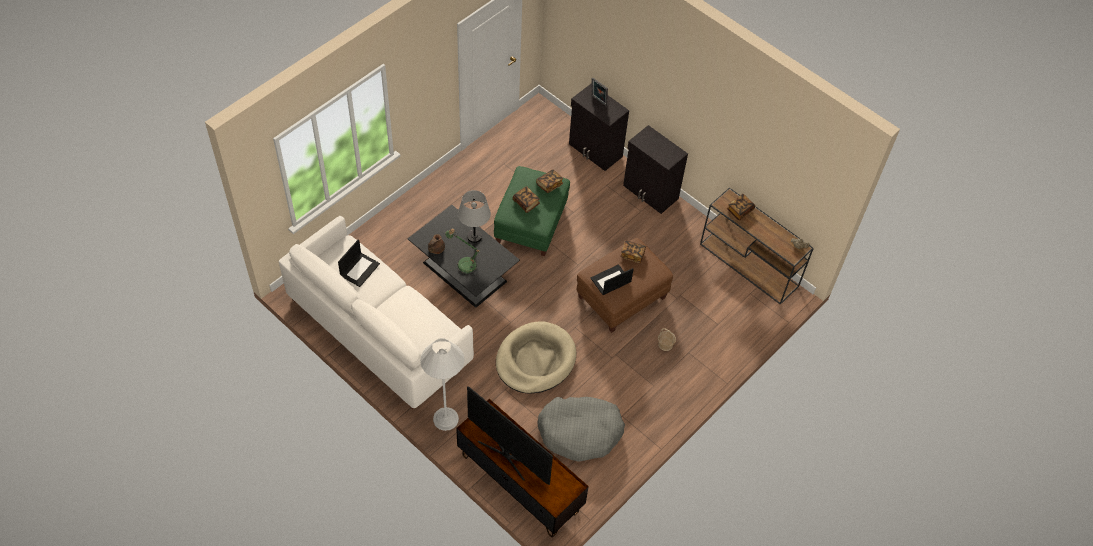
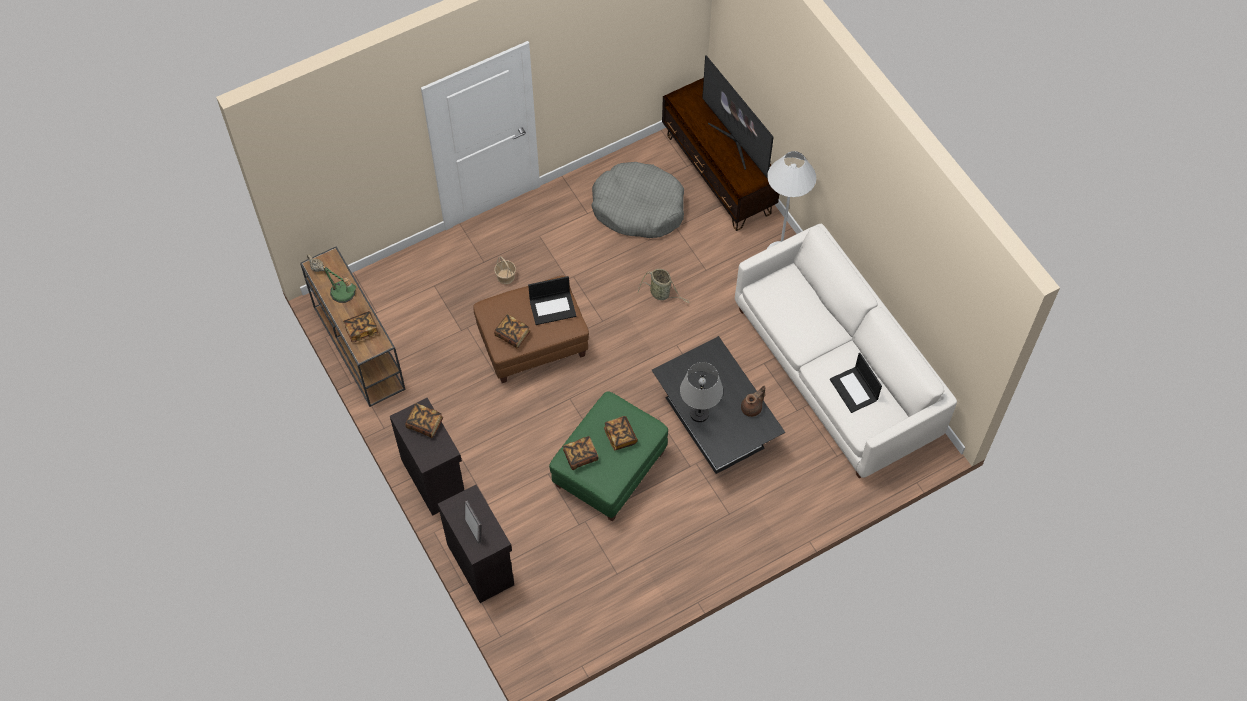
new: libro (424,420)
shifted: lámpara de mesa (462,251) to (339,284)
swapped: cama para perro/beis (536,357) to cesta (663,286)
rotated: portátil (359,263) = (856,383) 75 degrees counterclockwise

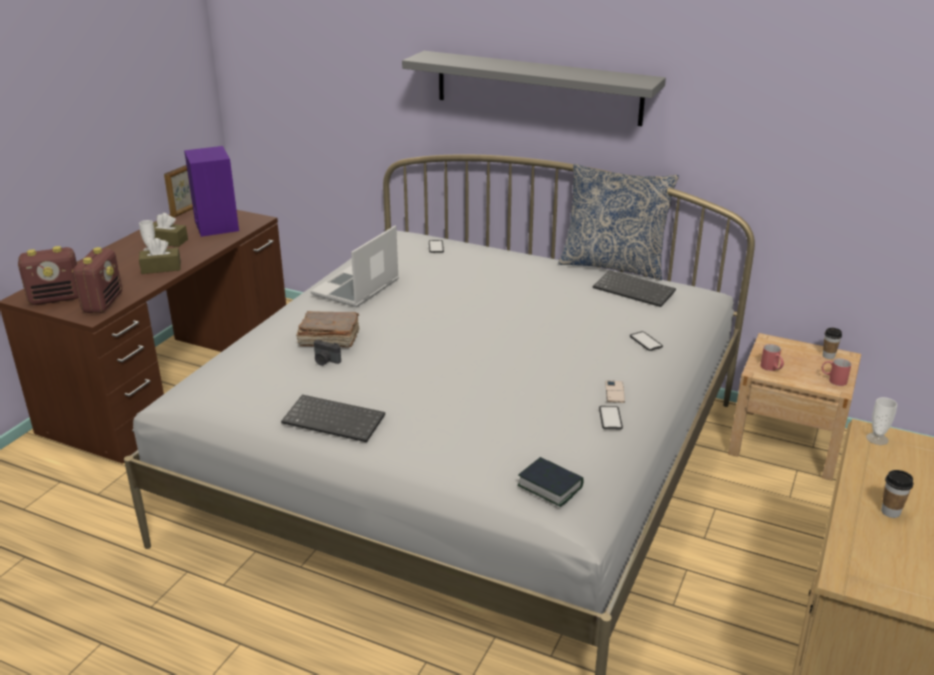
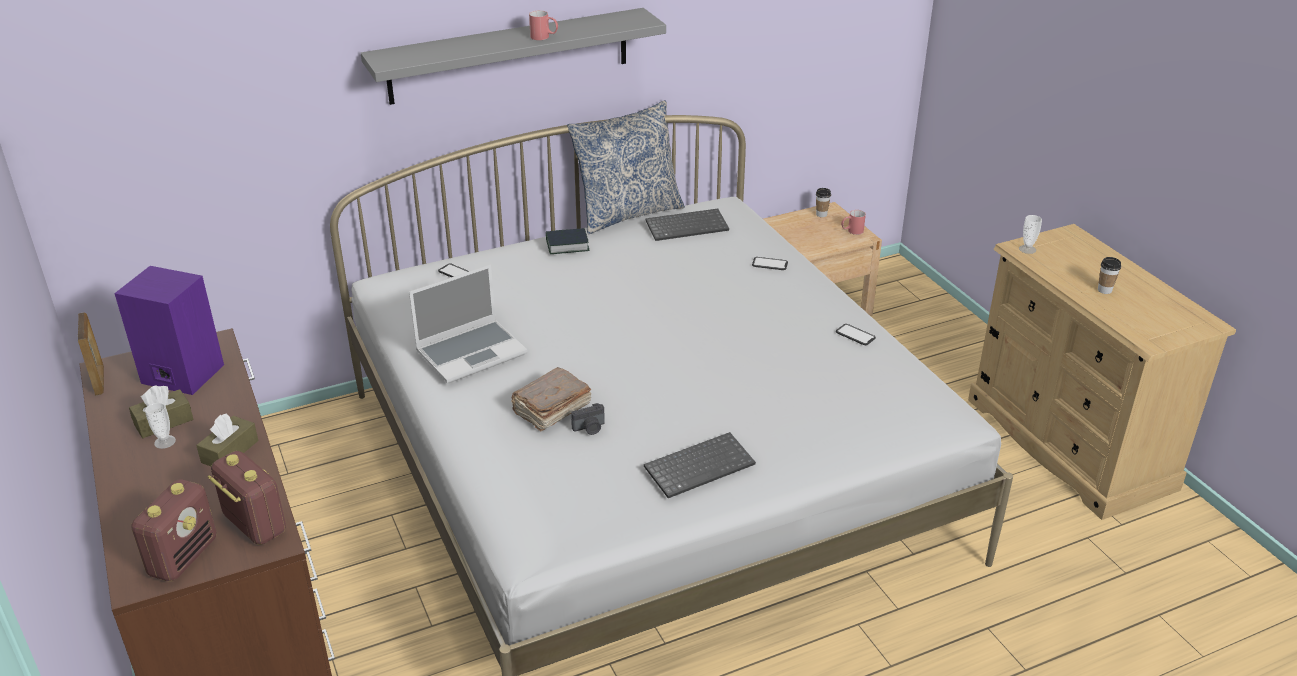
gone: móvil (615,391)
shifted: libro (551,482) to (568,241); taza grande/rojo (772,357) to (543,25)
rotated: portátil (355,266) = (468,324) 105 degrees counterclockwise

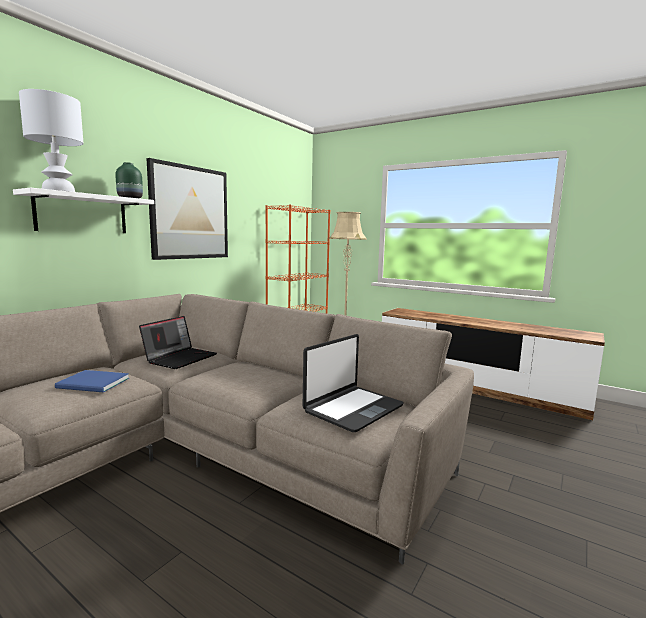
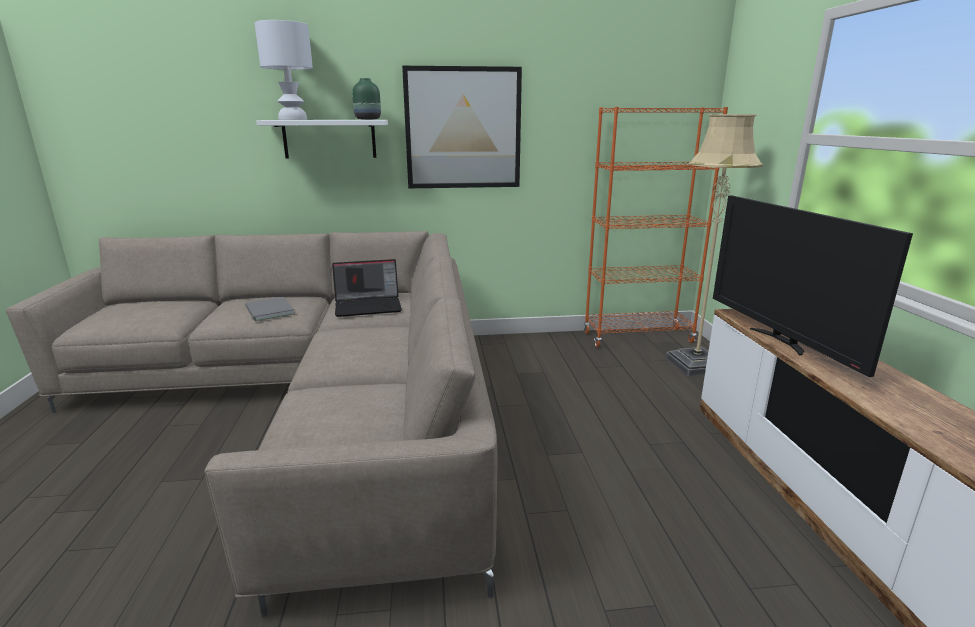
gone: portátil (353,383)
new: televisor (813,286)
repainted: libro/azul (92,381) to libro/gris (270,309)

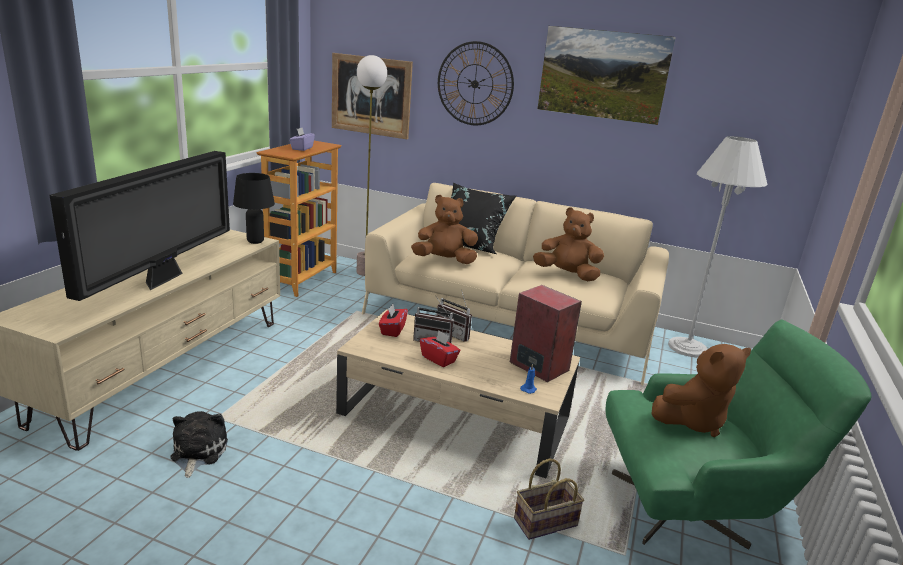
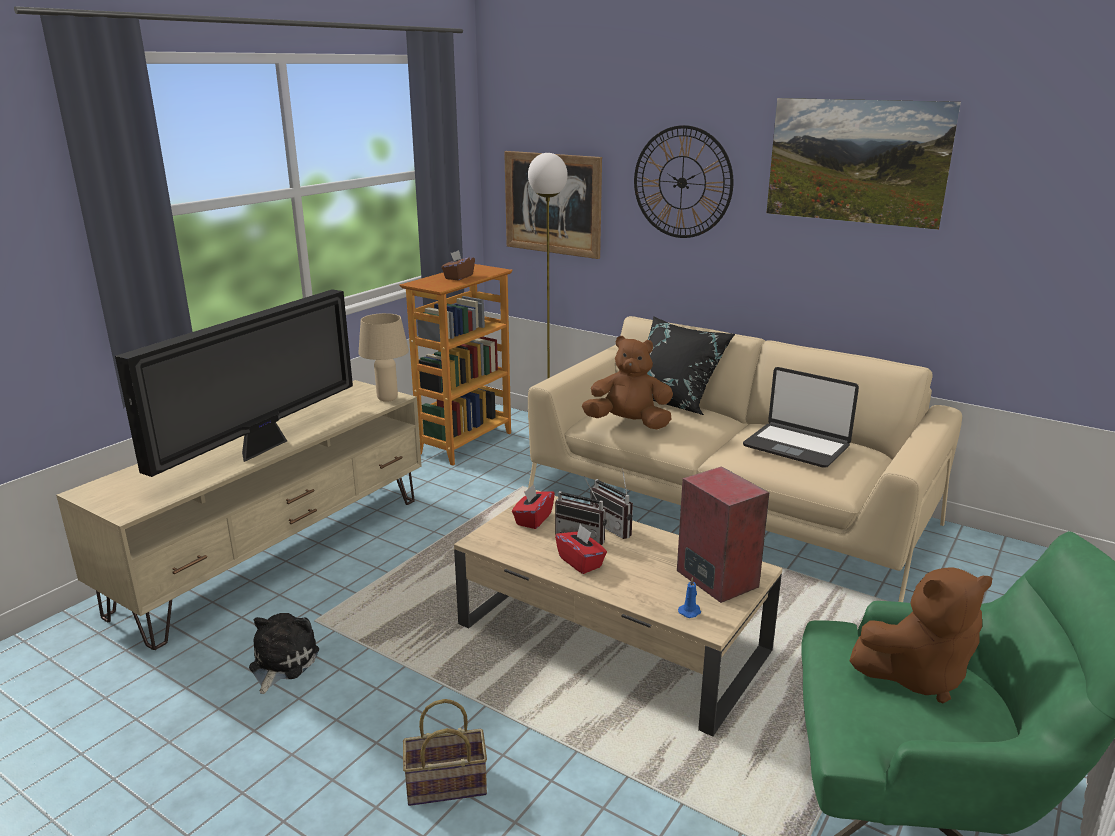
gone: lámpara de pie/blanco (717,246)
shifted: cesta (549,499) to (445,752)
swapped: peluche/marrón (568,244) to portátil (801,417)
repainted: lámpara de mesa/negro (254,208) to lámpara de mesa/beis (383,357); caja de pañuelos/morado (302,139) to caja de pañuelos/marrón (458,265)

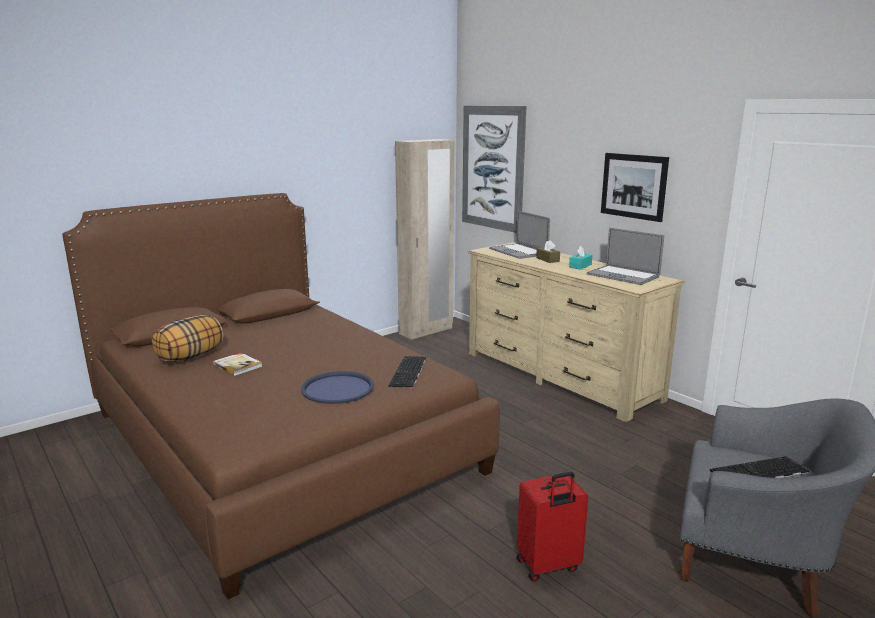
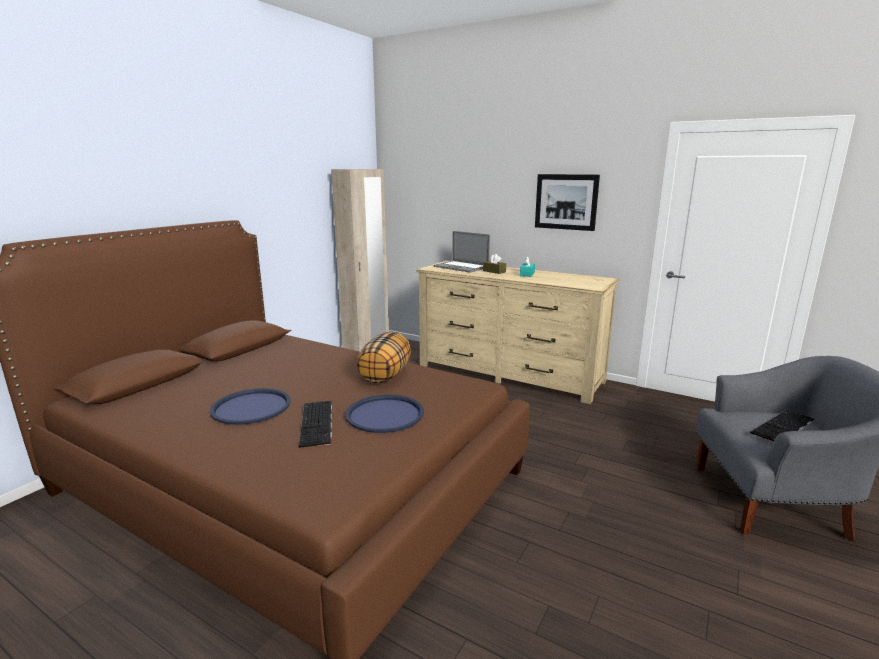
gone: cuadro (494,169); maleta/rojo (552,526); portátil (625,256)
shifted: cojín (187,339) to (384,357); teclado (407,372) to (315,424)
swapped: libro (237,364) to bandeja/azul (250,406)

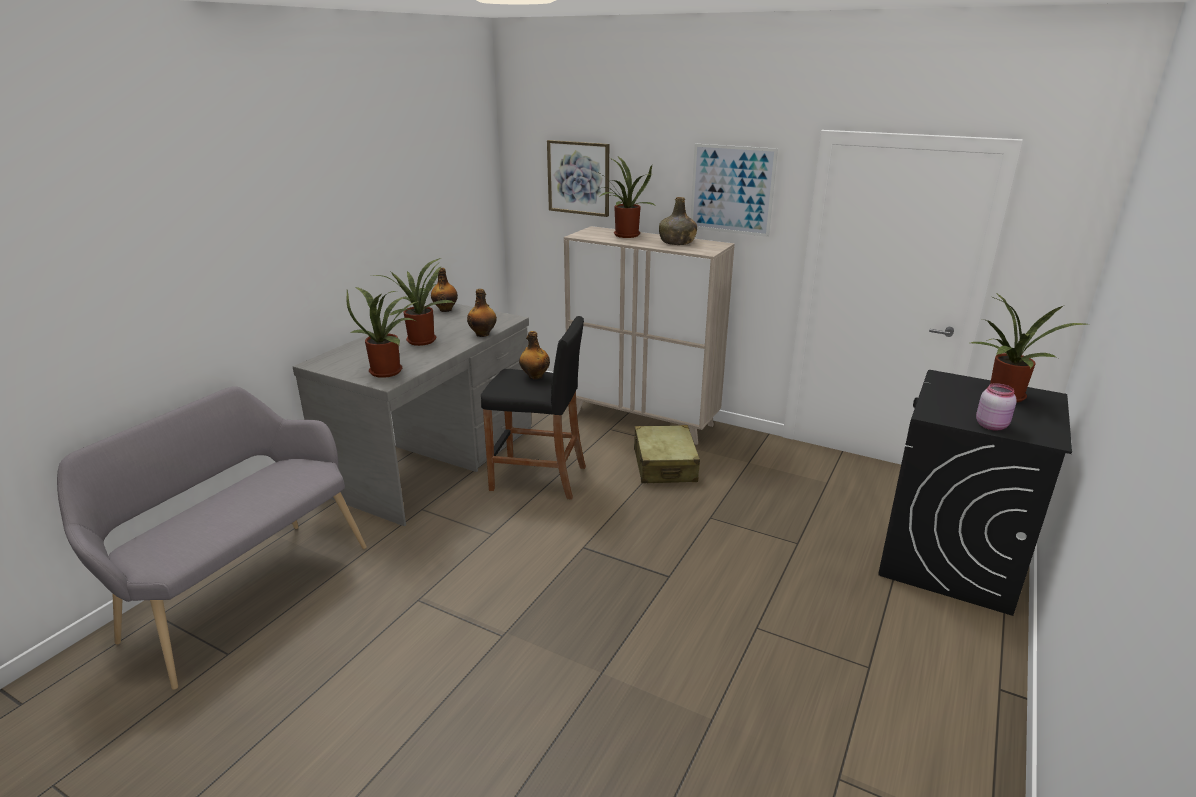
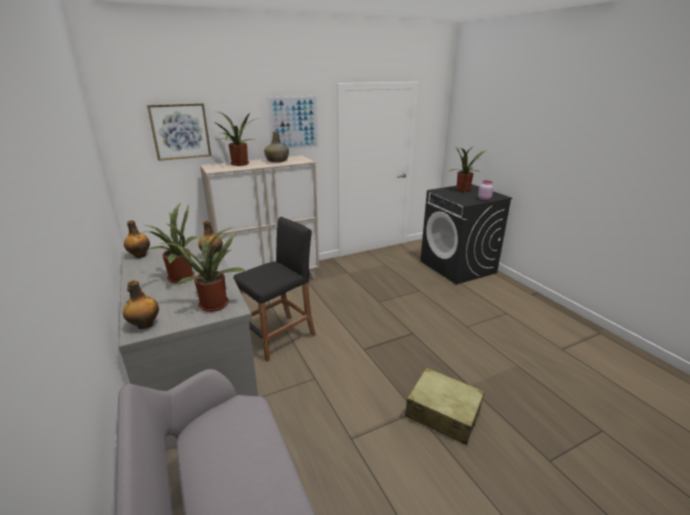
shifted: botella (534,355) to (141,304); maleta/beis (667,454) to (445,406)

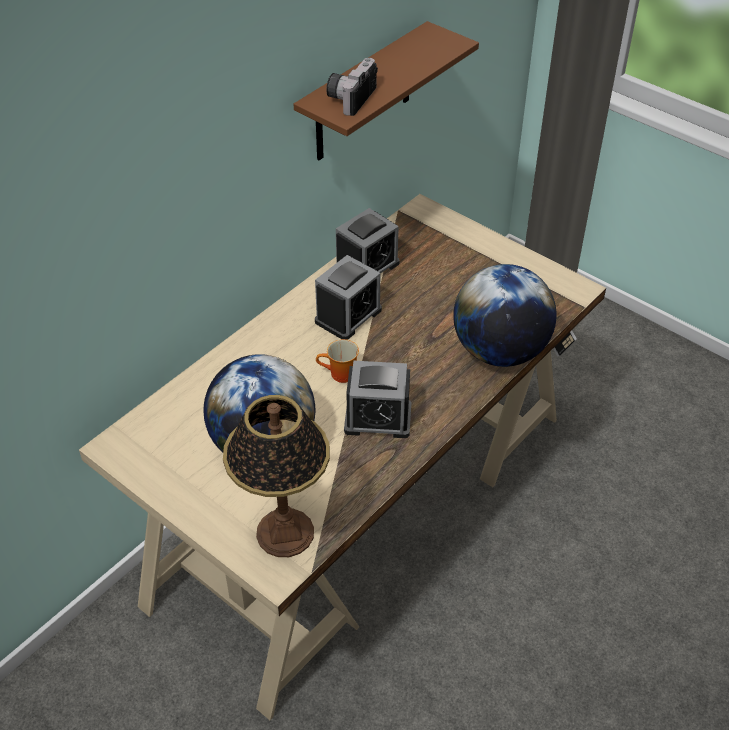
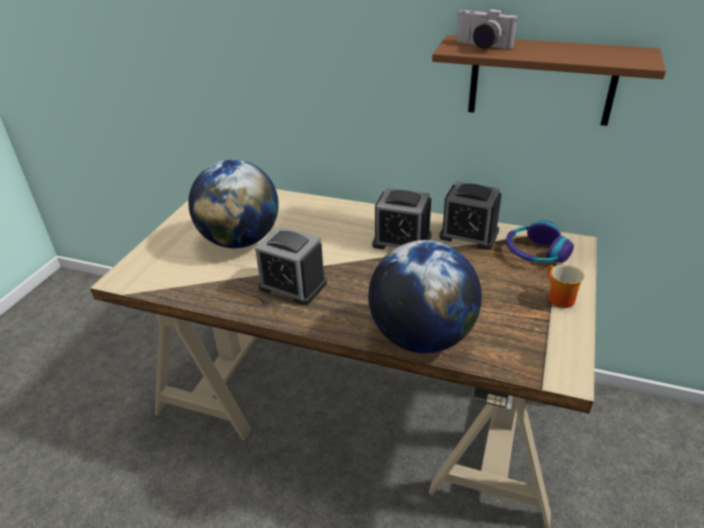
gone: lámpara de mesa (276,476)
new: auriculares (540,242)
shifted: taza grande (337,361) to (565,286)
rotated: cámara (352,87) = (487,29) 150 degrees counterclockwise; despertador (377,399) = (291,265) 45 degrees counterclockwise

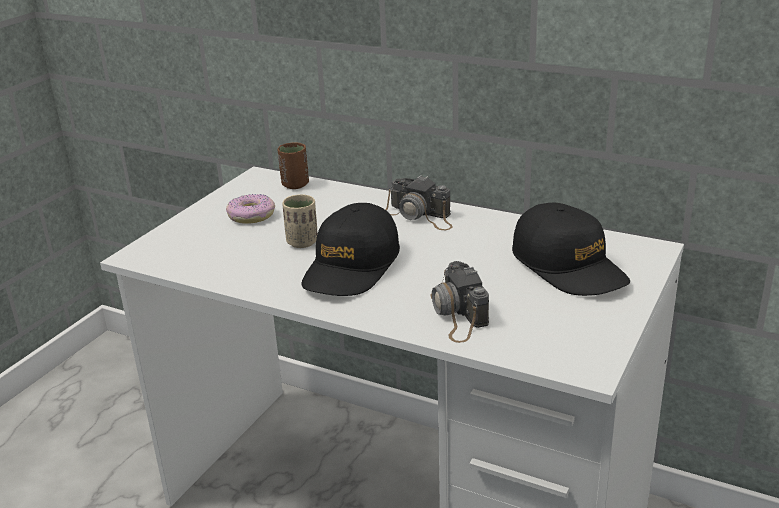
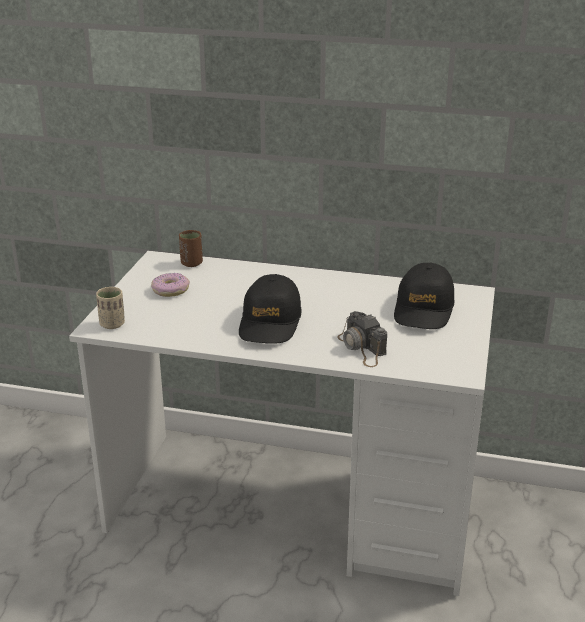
gone: cámara (419,202)
shifted: taza/beis (299,221) to (110,308)
rotated: gorra/negro (571,249) = (424,296) 60 degrees clockwise

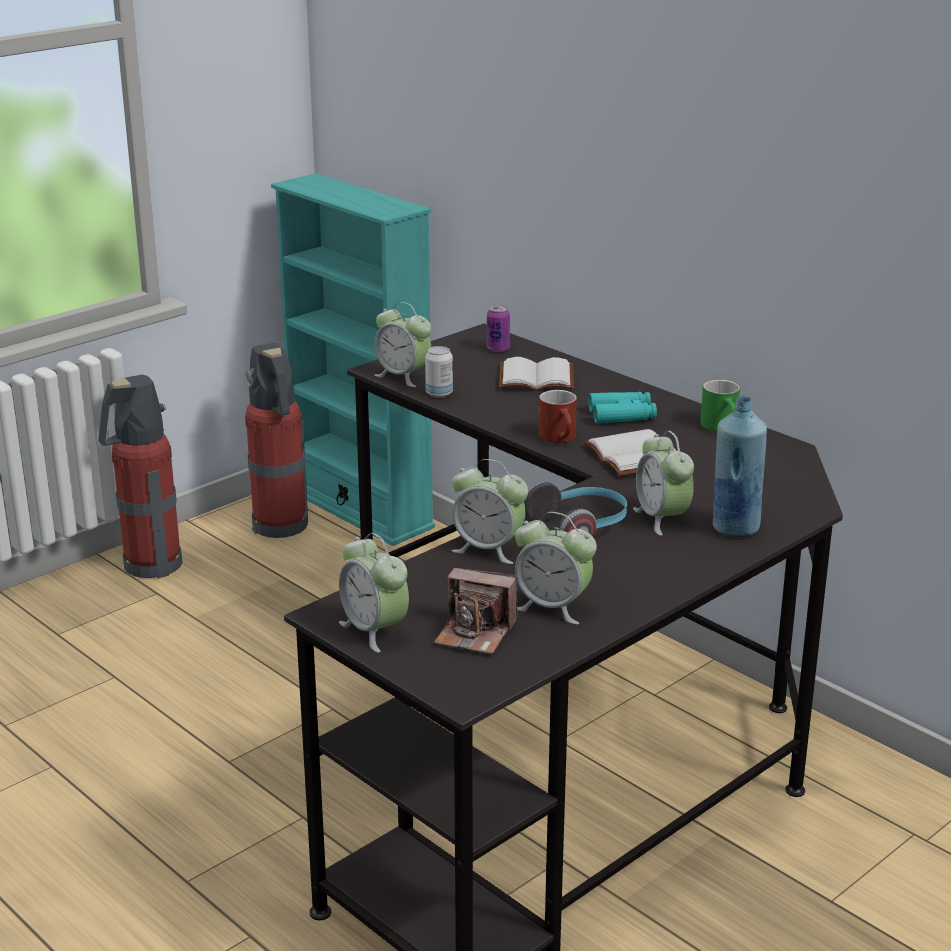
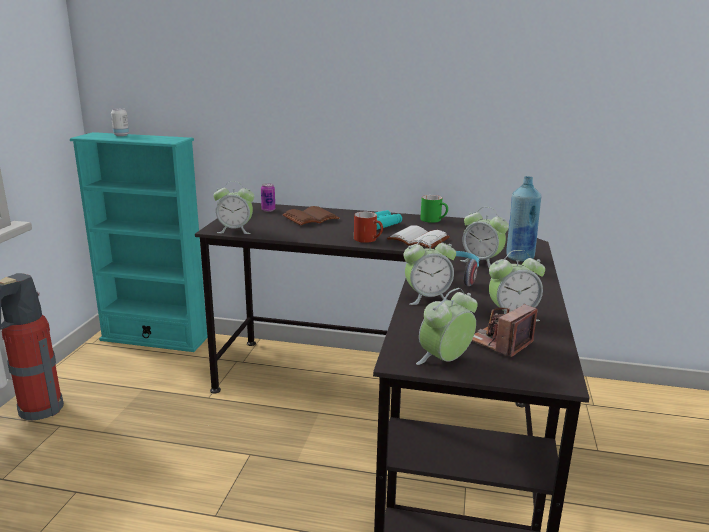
gone: extintor (276,440)
shifted: lata (439,372) to (120,122)
repainted: libro/blanco (536,374) to libro/marrón (310,215)
rotated: despertador (374,593) = (447,326) 120 degrees clockwise; cámara (475,611) = (505,330) 150 degrees clockwise

